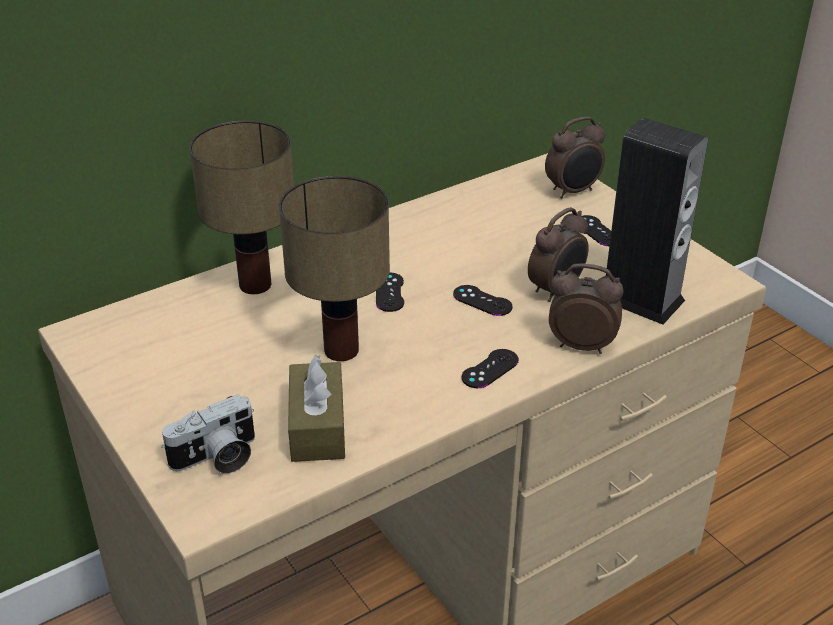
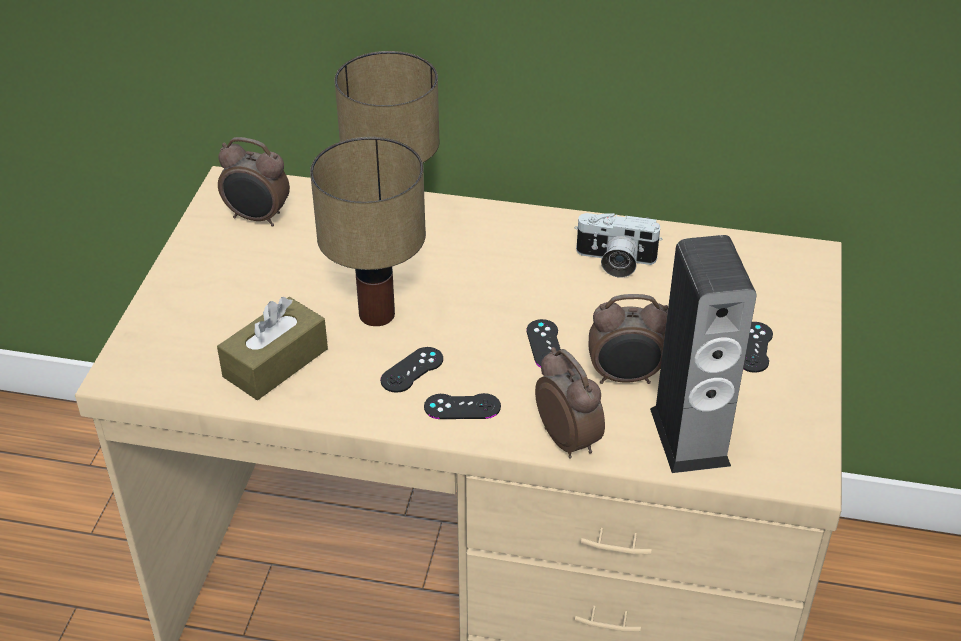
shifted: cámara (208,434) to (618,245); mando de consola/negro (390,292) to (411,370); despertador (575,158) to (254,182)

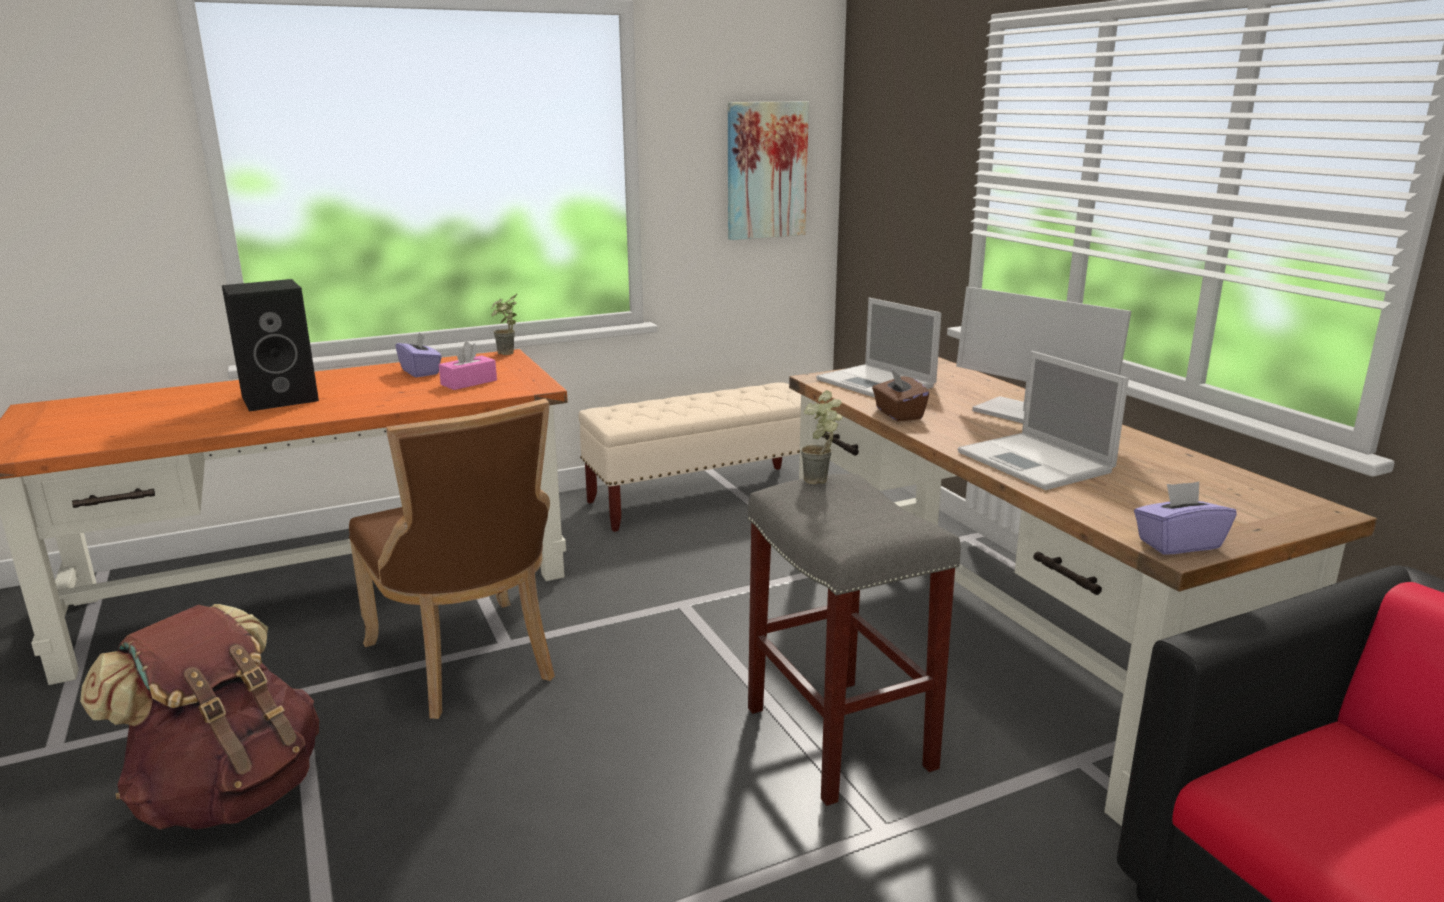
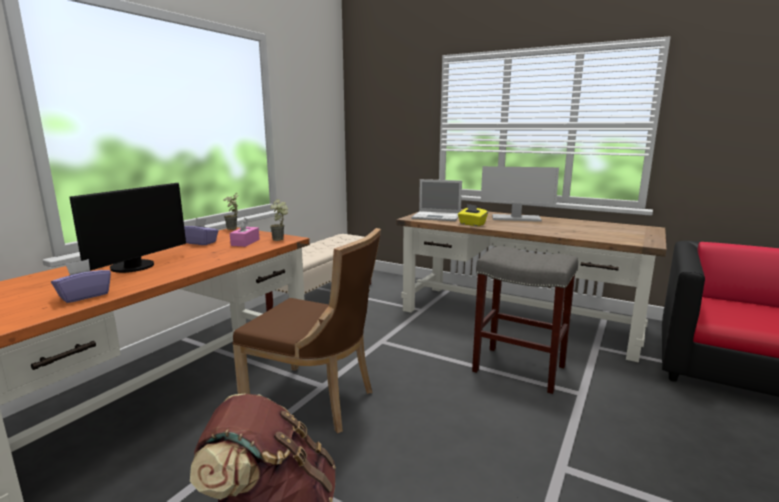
gone: cuadro (768,170); portátil (1043,420)
shifted: planta en maceta (821,437) to (279,220); caja de pañuelos/morado (1185,518) to (81,281)
swapped: altavoz/negro (270,345) to monitor (127,228)
repainted: caja de pañuelos/marrón (900,395) to caja de pañuelos/amarillo (473,215)

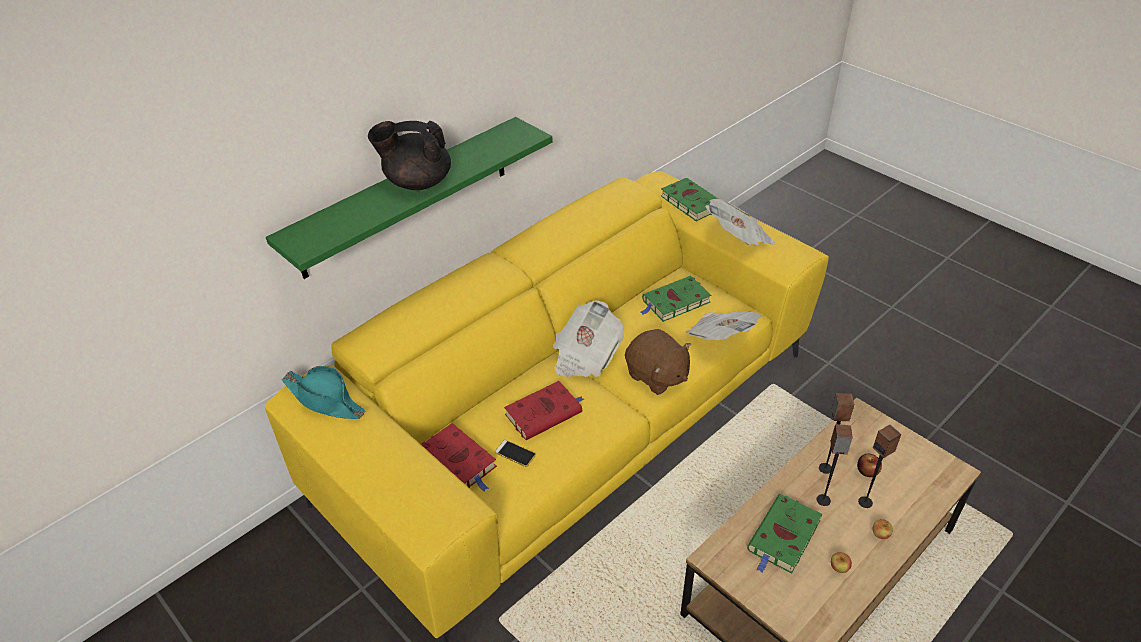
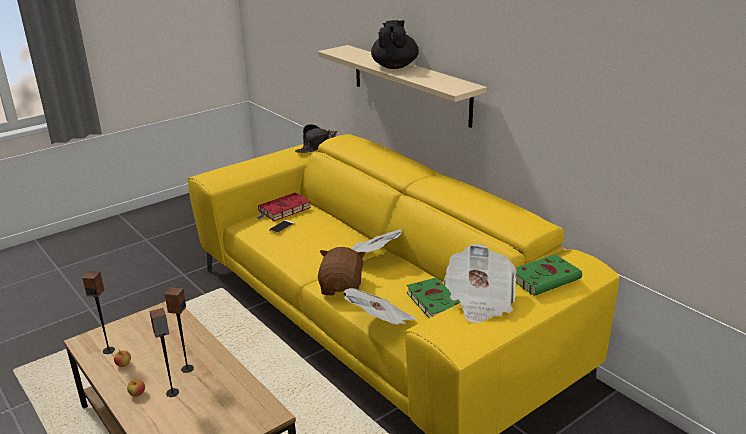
gone: libro/rojo (544,410); libro/verde (784,533); manzana (869,465)
shifted: altavoz (836,433) to (98,312)
repainted: estante/verde (409,198) to estante/beis (402,86); sombrero/turquesa (323,392) to sombrero/negro (316,138)
rotated: peluche/marrón (658,362) = (342,271) 135 degrees clockwise

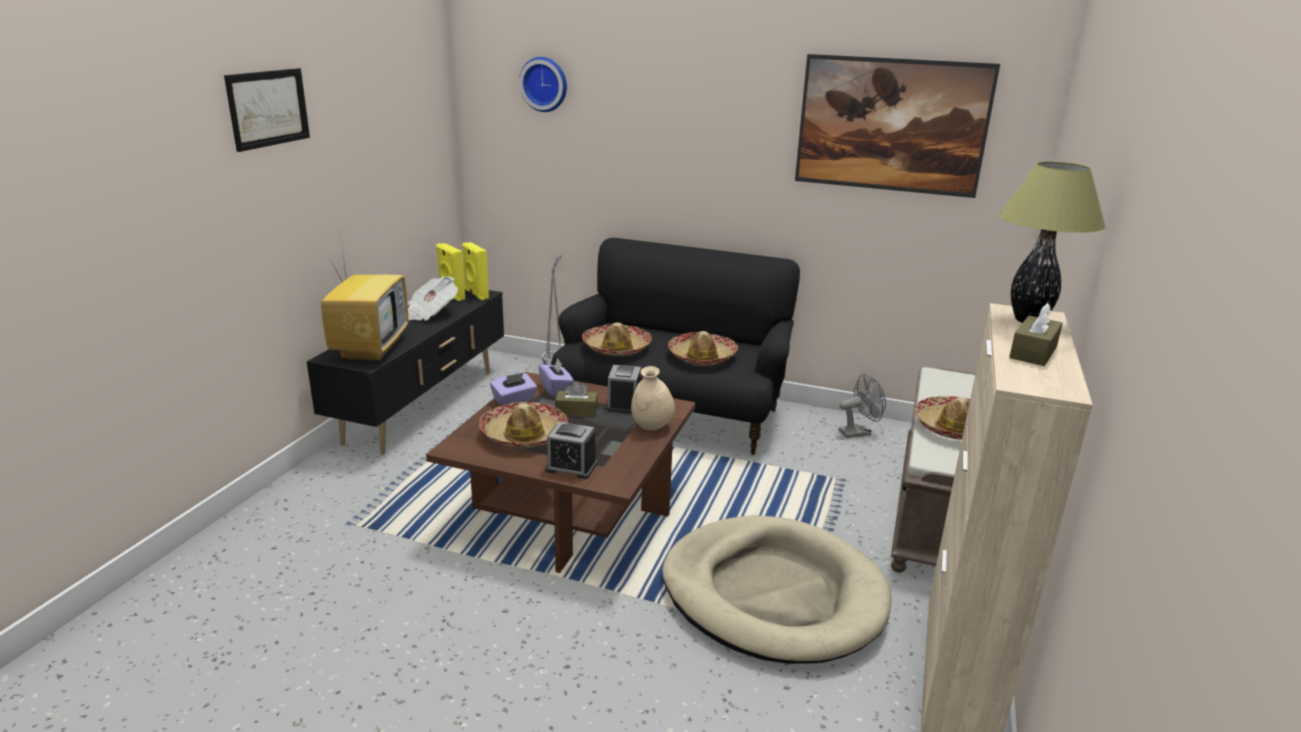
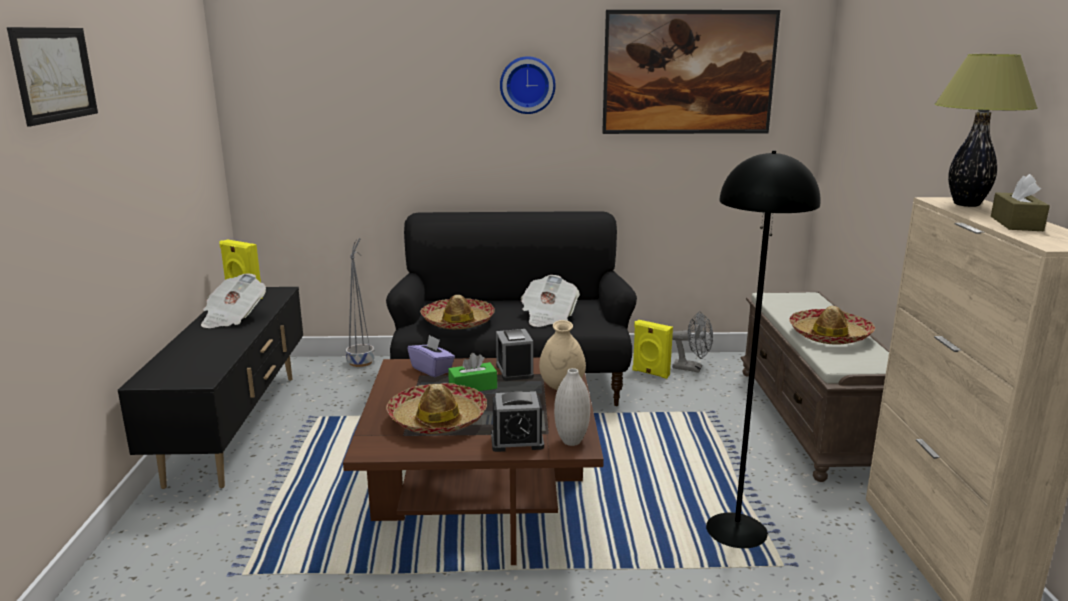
gone: televisor (364,296); caja de pañuelos/morado (513,389)
new: florero/blanco (572,407)
shifted: altavoz/amarillo (475,271) to (652,349); reloj de pared (543,84) to (528,85)
swapped: cama para perro/beis (777,589) to lámpara de pie/negro (763,349); sombrero (703,348) to periódico (550,301)
repainted: caja de pañuelos/marrón (576,399) to caja de pañuelos/verde (472,372)
rotated: ventilador/gris (862,406) = (692,341) 60 degrees clockwise

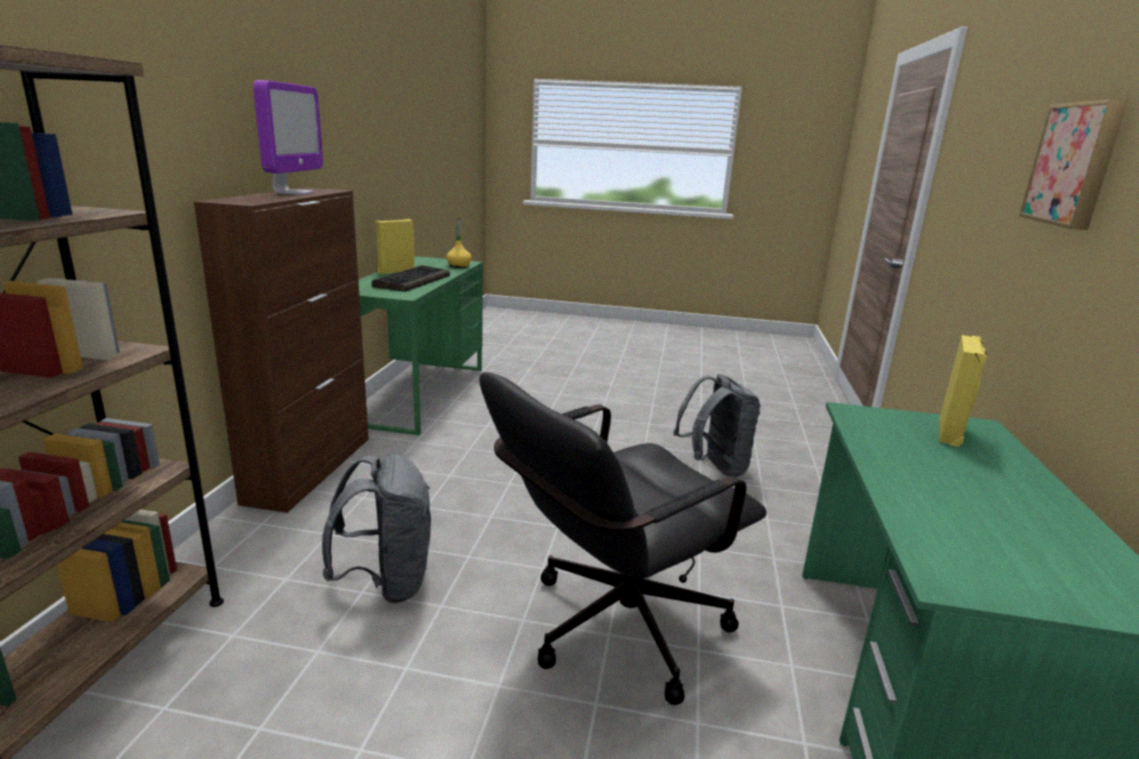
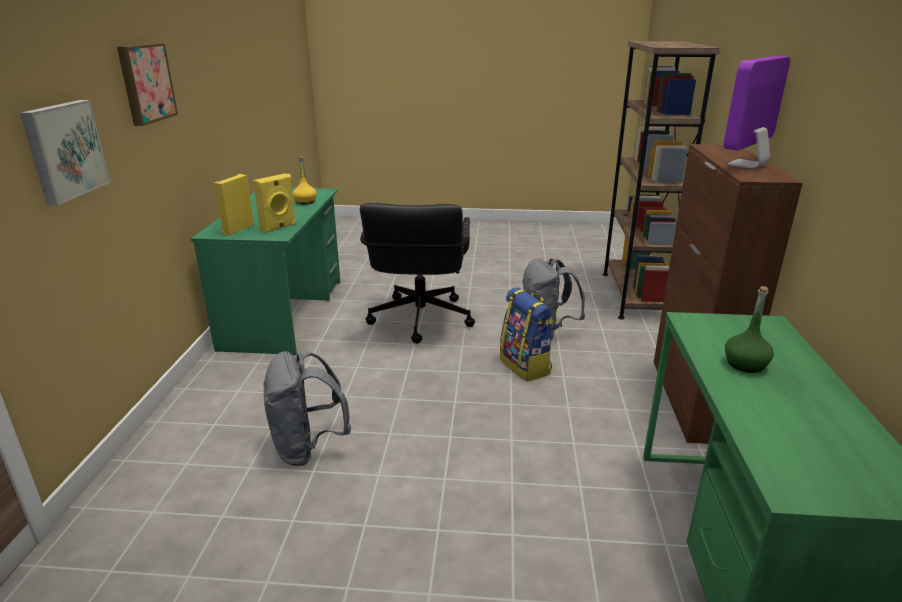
new: cuadro (65,152); mochila (527,334)
shifted: altavoz/amarillo (395,246) to (274,203); botella/amarillo (459,243) to (305,181)
swapped: teclado (411,278) to botella/verde (749,329)
rotated: monitor (288,137) = (757,112) 45 degrees clockwise; silla de oficina/negro (623,538) = (417,273) 135 degrees clockwise

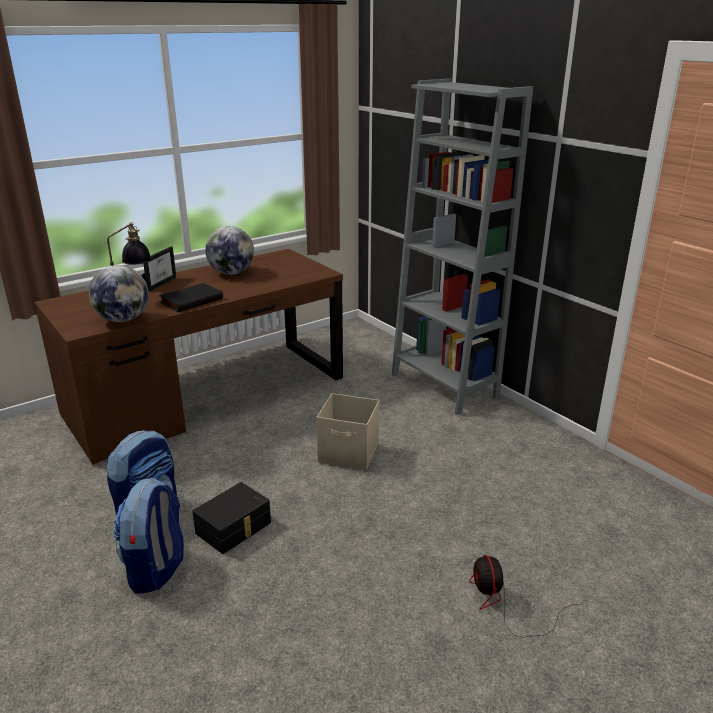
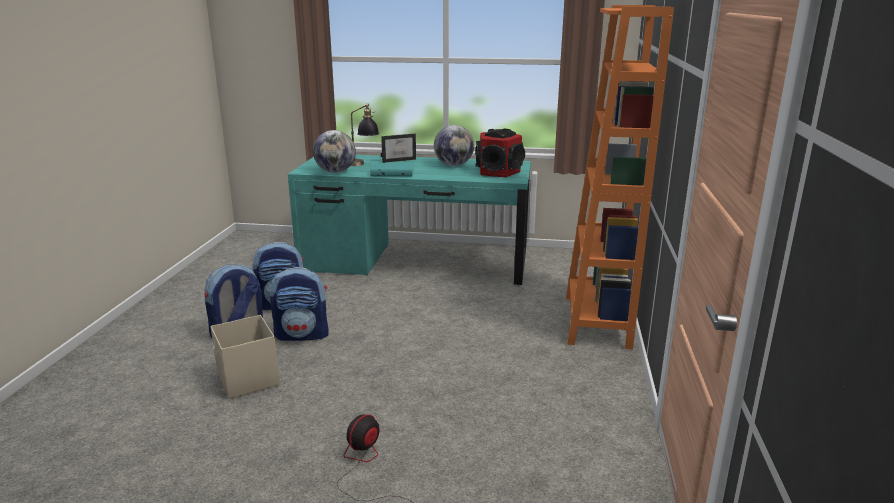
new: altavoz (500,152)
shifted: caja de almacenaje/beis (348,431) to (245,357)
swapped: caja de almacenaje/negro (231,518) to mochila (299,304)
repainted: escritorio/marrón (188,356) to escritorio/turquesa (409,220); libro/negro (191,297) to libro/turquesa (392,170); estantería/gris (462,247) to estantería/naranja (620,177)

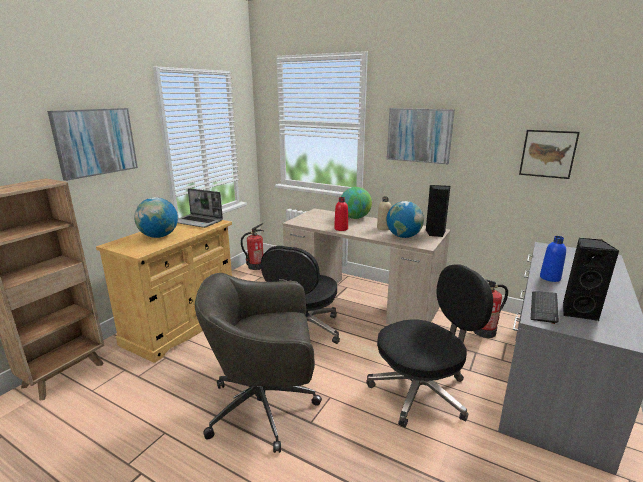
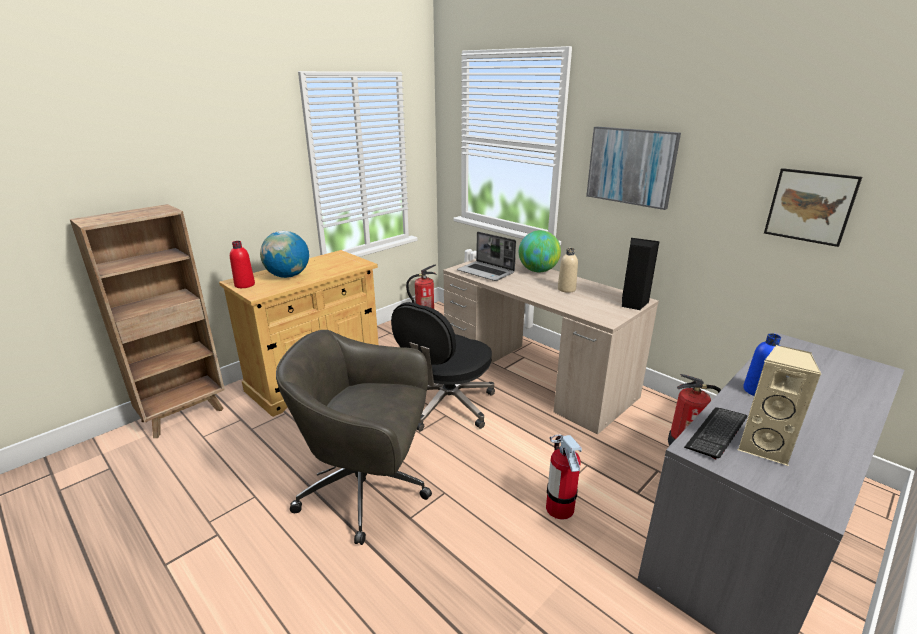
gone: cuadro (92,144); globo terráqueo (405,219)
shifted: portátil (200,208) to (486,256); botella/rojo (341,214) to (242,264)
swapped: silla de oficina/negro (429,346) to extintor (564,477)
repainted: altavoz/negro (591,279) to altavoz/beis (780,405)

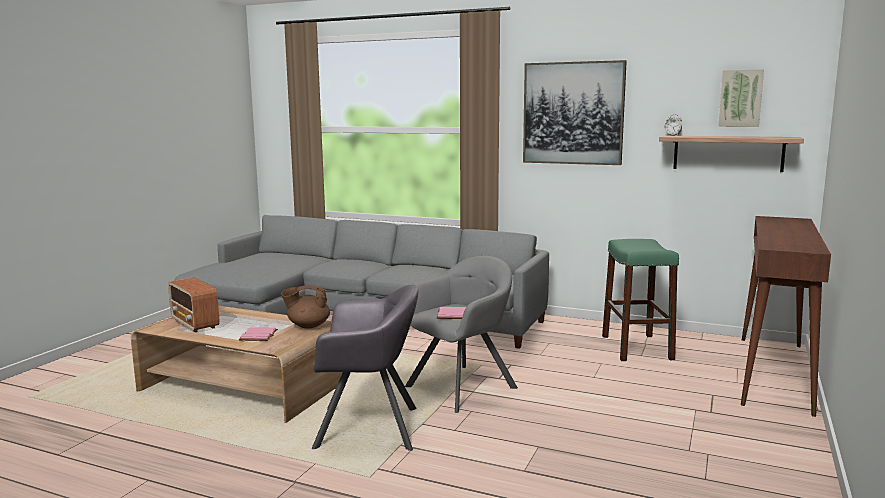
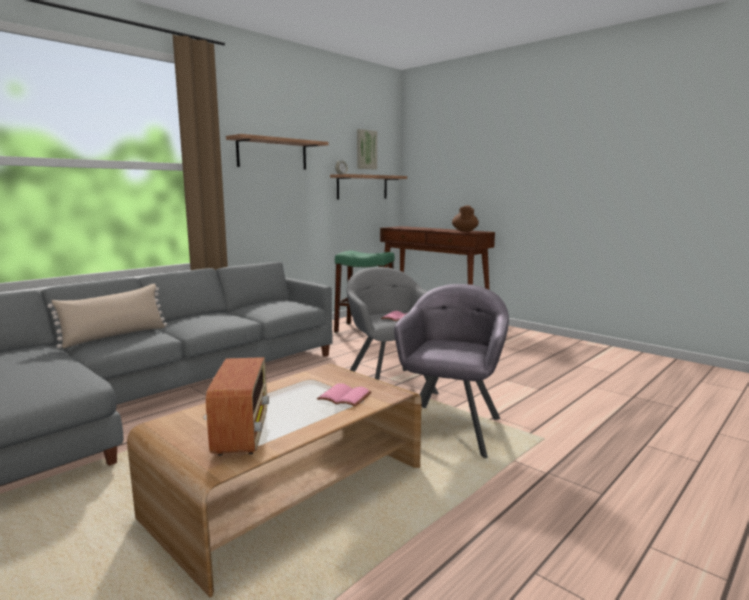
new: cojín/beis (107,316)
shifted: tetera/marrón (305,307) to (465,218)
swapped: cuadro (575,112) to estante (277,152)
rotated: radio (193,305) = (237,406) 75 degrees counterclockwise

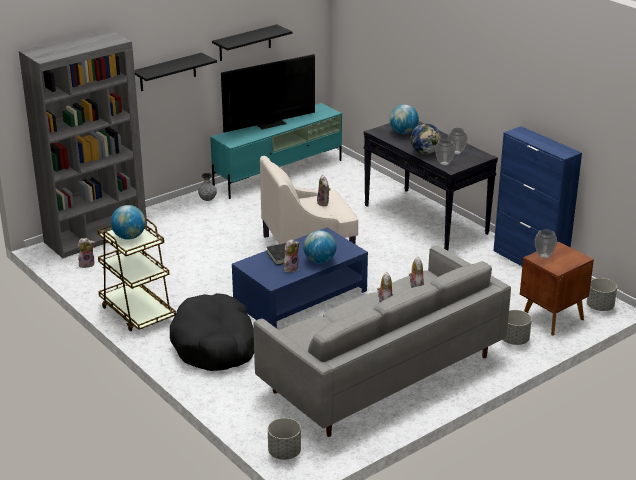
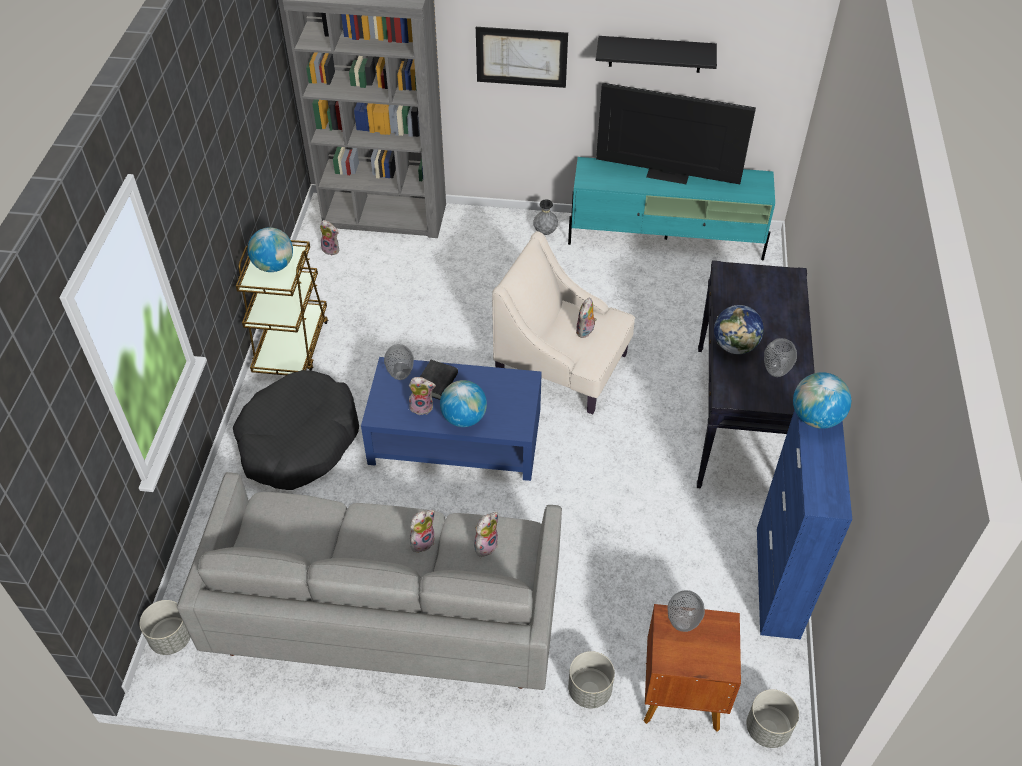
shifted: globo terráqueo (404,119) to (822,400); florero (445,151) to (399,362)
swapped: estante/negro (175,72) to cuadro (522,57)

